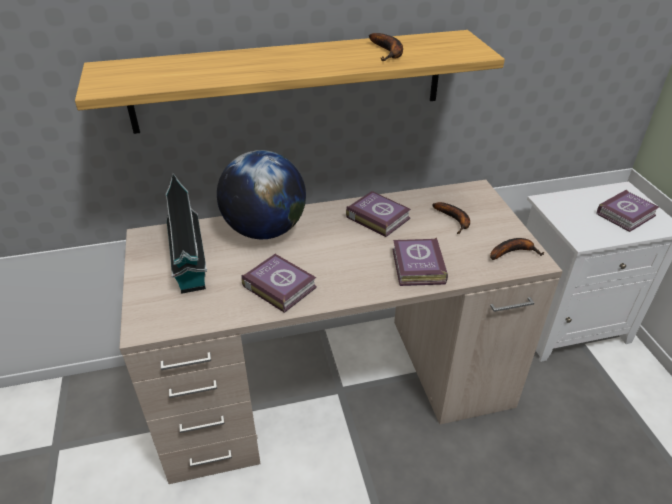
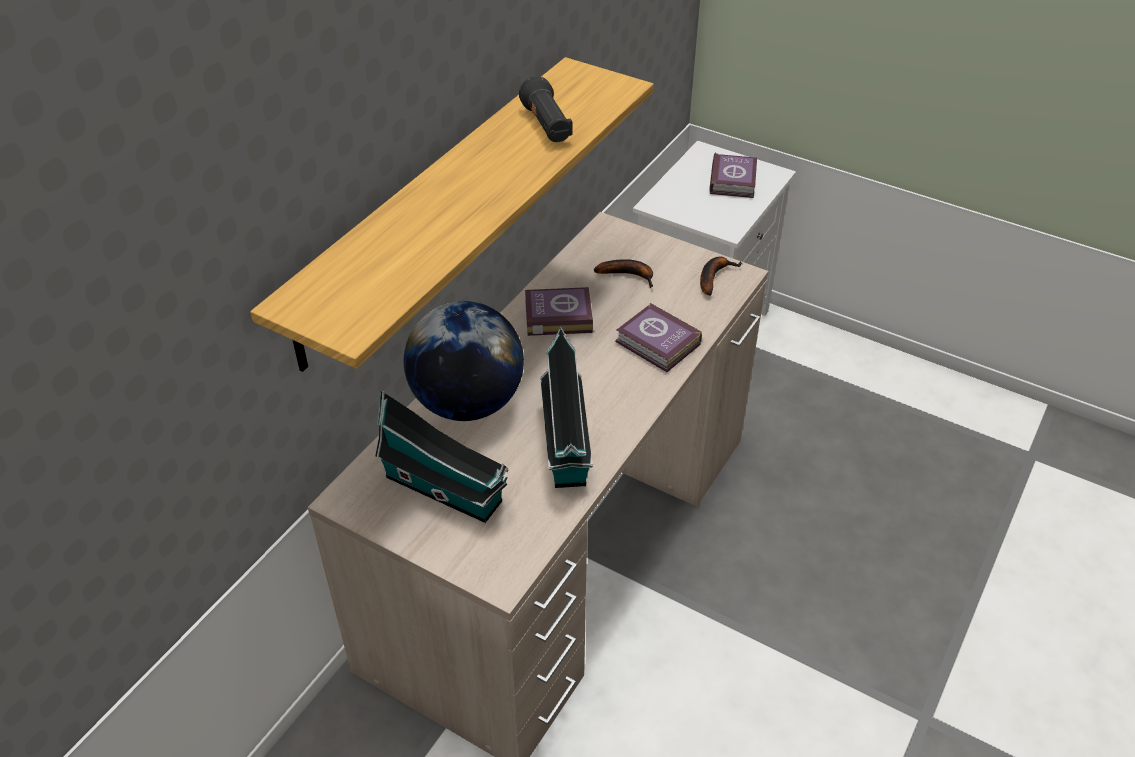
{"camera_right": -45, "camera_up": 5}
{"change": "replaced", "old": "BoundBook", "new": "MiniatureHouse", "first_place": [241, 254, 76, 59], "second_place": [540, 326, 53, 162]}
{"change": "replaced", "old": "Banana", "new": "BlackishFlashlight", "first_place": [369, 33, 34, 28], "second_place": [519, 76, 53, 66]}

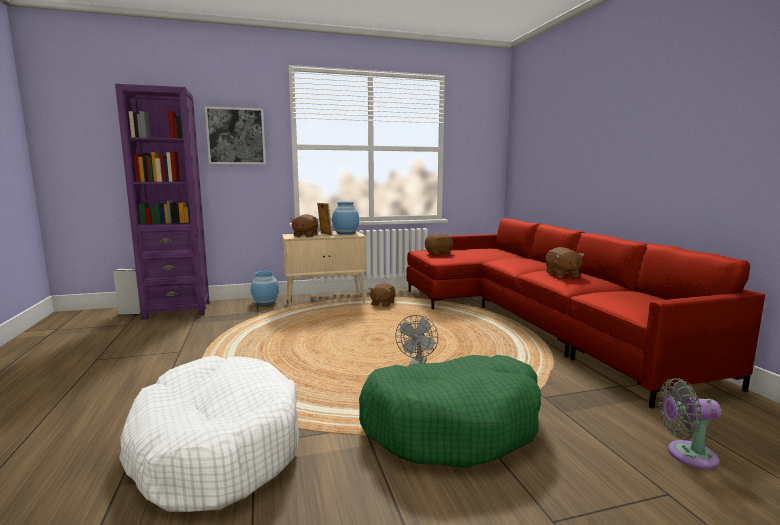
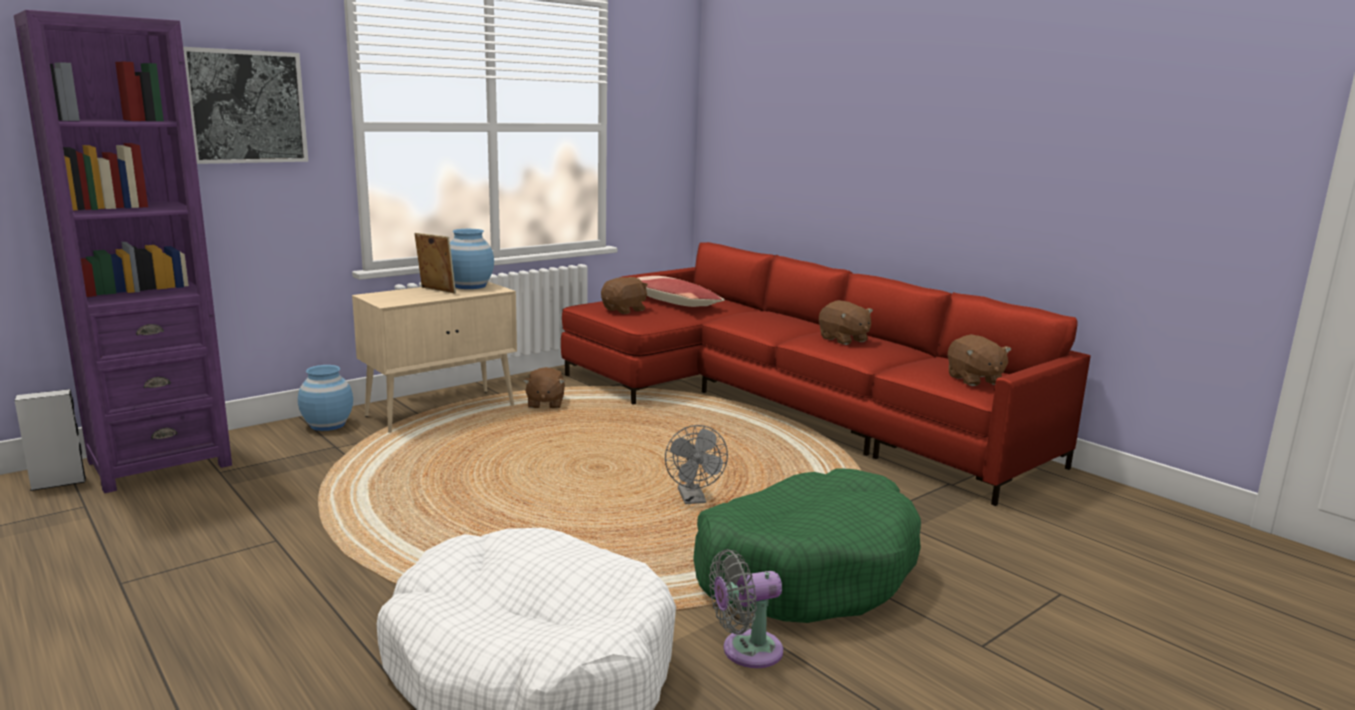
{"camera_right": -25, "camera_up": 5}
{"change": "added", "new": "Cushion", "second_place": [638, 276, 86, 31]}
{"change": "moved", "old": "BrownColouredSoftToy", "first_place": [290, 214, 28, 23], "second_place": [948, 334, 64, 52]}
{"change": "moved", "old": "GreyishFan", "first_place": [658, 378, 64, 91], "second_place": [709, 549, 74, 119]}

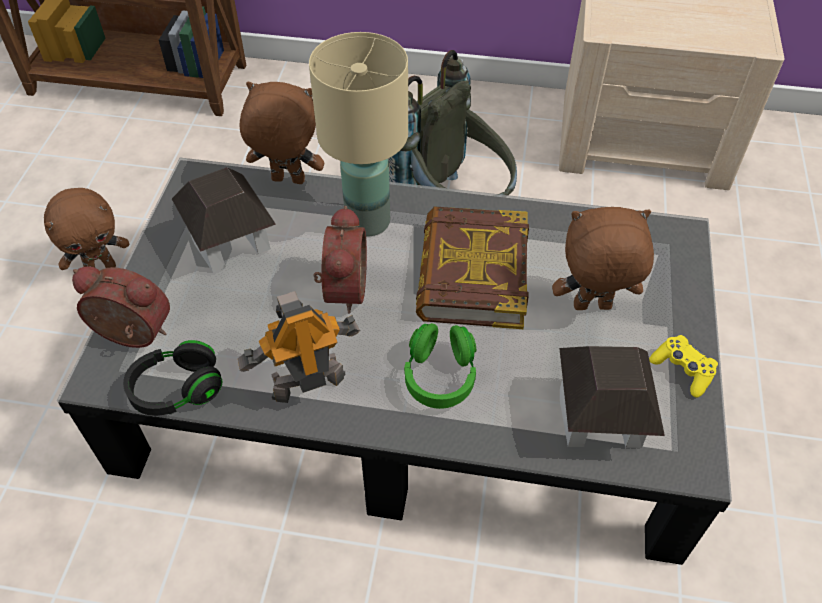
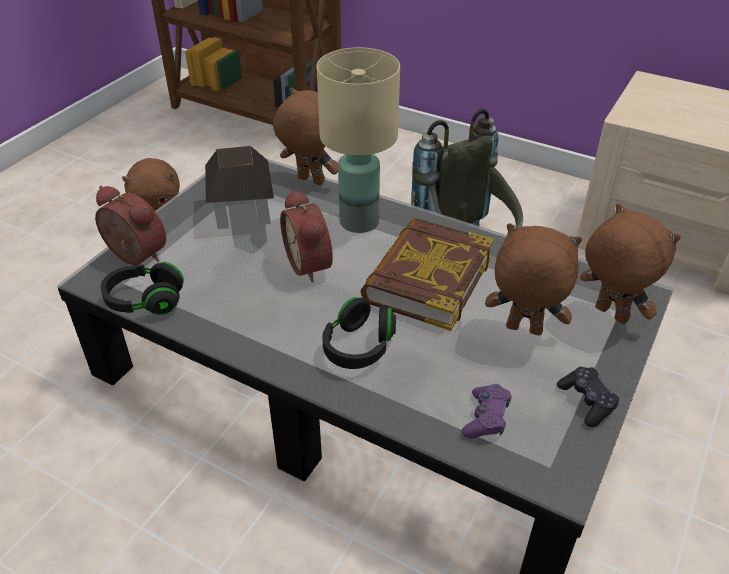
{"camera_right": 20, "camera_up": -10}
{"change": "removed", "old": "ModelRobot", "first_place": [238, 291, 122, 112]}
{"change": "added", "new": "BrownColouredSoftToy", "second_place": [580, 204, 101, 120]}
{"change": "replaced", "old": "MiniatureHouse", "new": "PurplishJoypad", "first_place": [559, 346, 106, 102], "second_place": [462, 384, 49, 55]}
{"change": "recoloured", "old": "GreenishPairOfHeadphones", "new": "BlackishPairOfHeadphones", "first_place": [404, 323, 72, 86], "second_place": [322, 297, 74, 72]}
{"change": "recoloured", "old": "YellowJoypad", "new": "BlackishJoypad", "first_place": [649, 335, 69, 63], "second_place": [557, 367, 62, 60]}
{"change": "turned", "old": "BedsideClock", "first_place": [313, 206, 54, 108], "second_place": [280, 189, 53, 94], "degrees": 135}

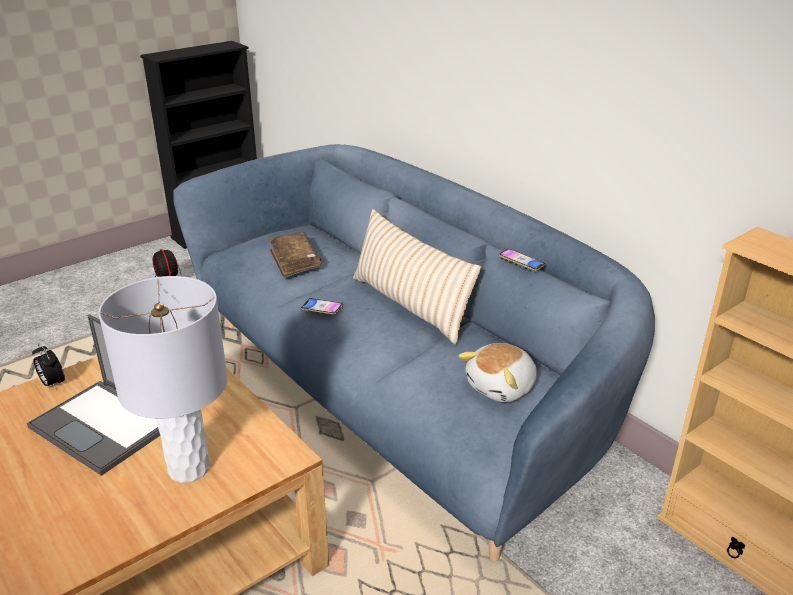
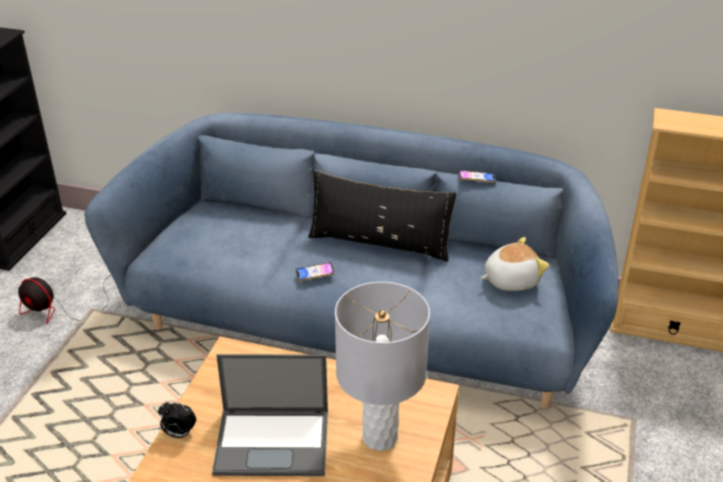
{"camera_right": -35, "camera_up": 5}
{"change": "removed", "old": "BrownColouredBoundBook", "first_place": [268, 232, 54, 46]}
{"change": "recoloured", "old": "BeigeColouredCushion", "new": "BlackishCushion", "first_place": [353, 209, 128, 136], "second_place": [308, 171, 148, 91]}
{"change": "turned", "old": "SoftToy", "first_place": [459, 343, 78, 59], "second_place": [481, 237, 69, 54], "degrees": -120}

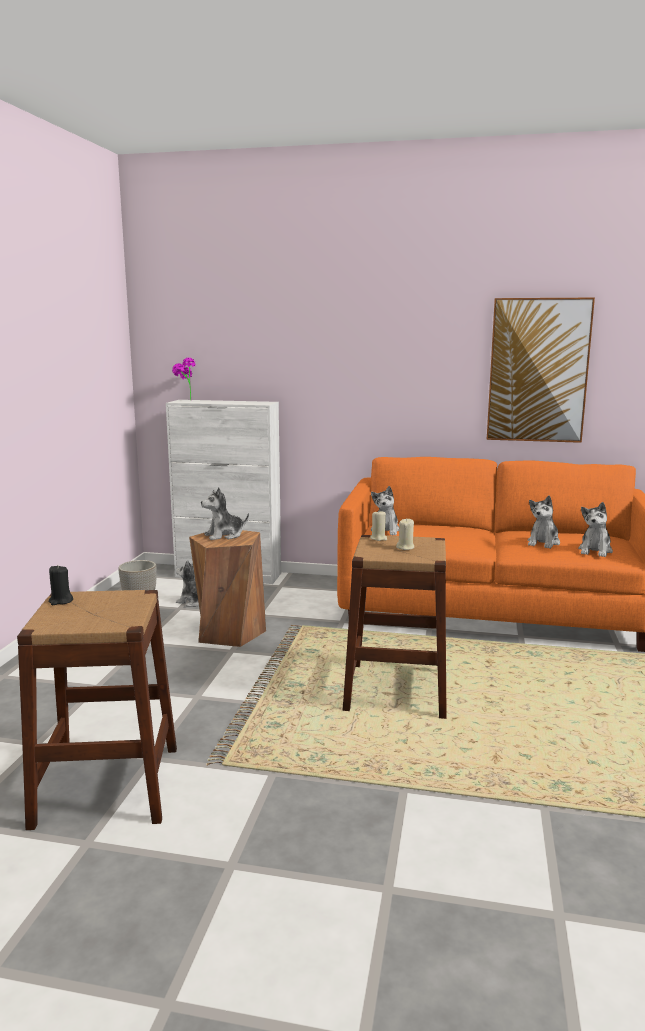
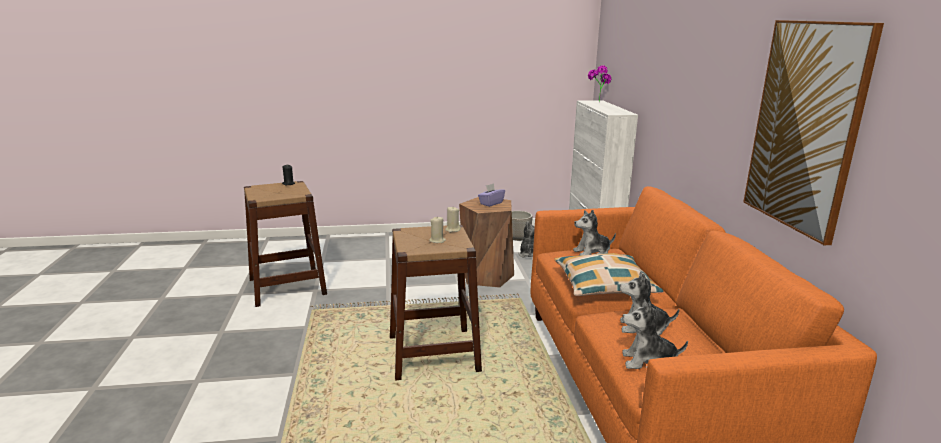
{"camera_right": 70, "camera_up": 5}
{"change": "added", "new": "Cushion", "second_place": [555, 253, 109, 43]}
{"change": "replaced", "old": "SoftToy", "new": "PurplishTissueHolder", "first_place": [201, 487, 48, 53], "second_place": [478, 183, 27, 24]}

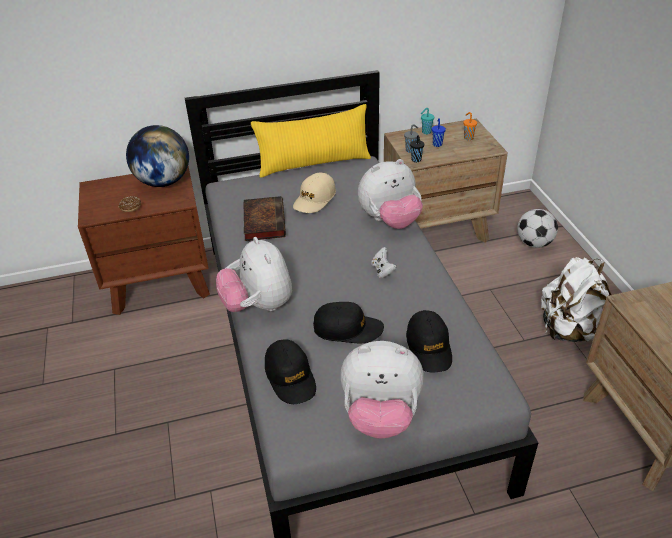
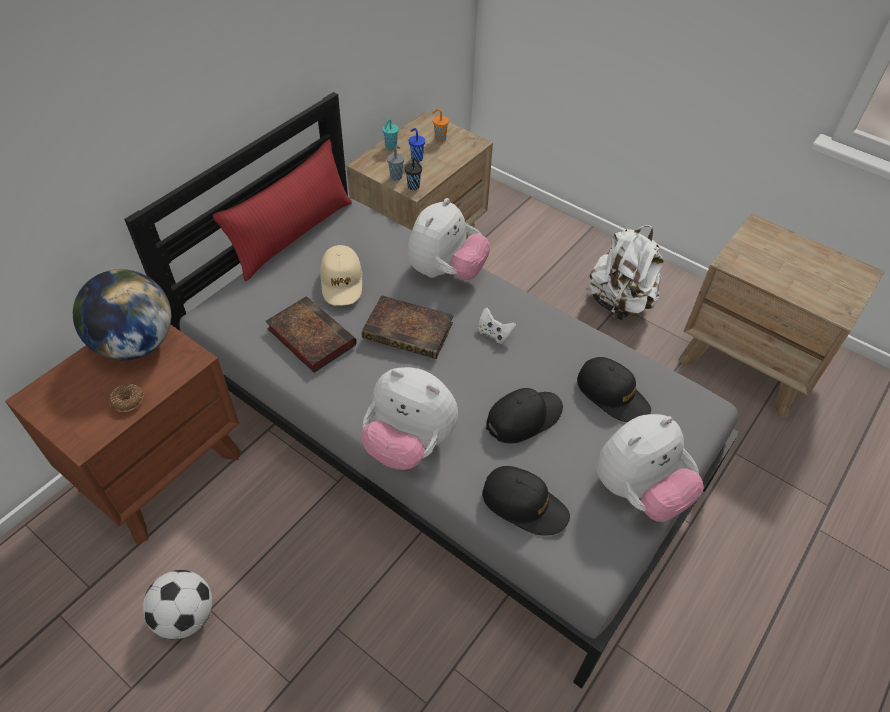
{"camera_right": -40, "camera_up": 10}
{"change": "added", "new": "BoundBook", "second_place": [362, 295, 92, 64]}
{"change": "moved", "old": "Football", "first_place": [517, 209, 41, 39], "second_place": [142, 570, 70, 69]}
{"change": "recoloured", "old": "YellowCushion", "new": "RedColouredCushion", "first_place": [251, 104, 120, 74], "second_place": [213, 139, 139, 142]}

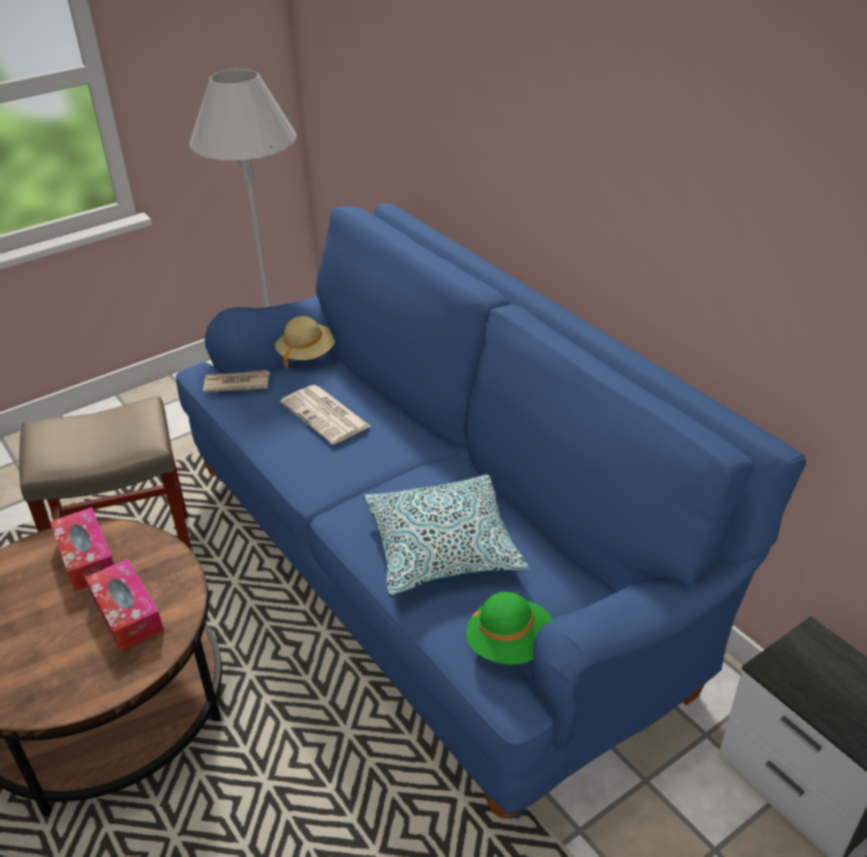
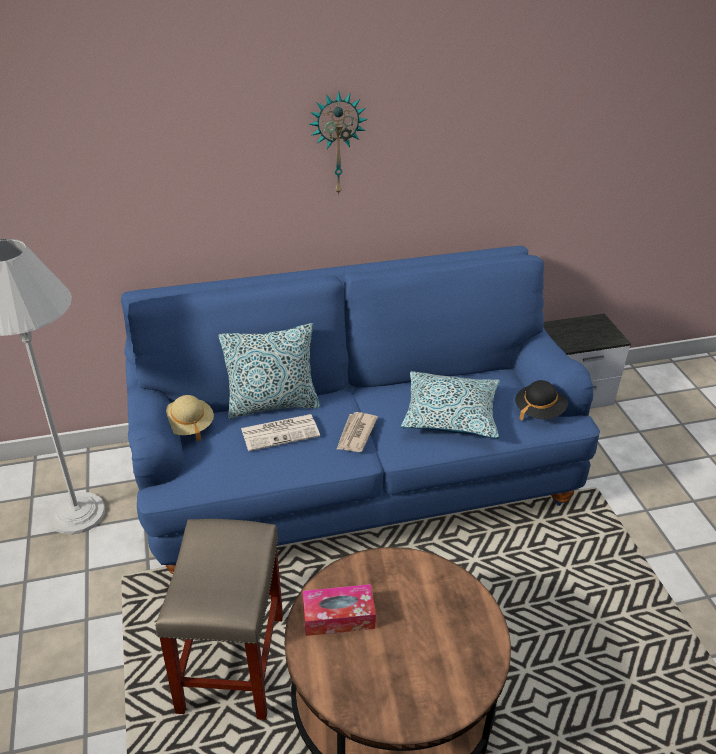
{"camera_right": -70, "camera_up": 0}
{"change": "removed", "old": "TissueHolder", "first_place": [85, 559, 79, 93]}
{"change": "added", "new": "Cushion", "second_place": [219, 323, 101, 96]}
{"change": "added", "new": "WallClock", "second_place": [309, 91, 59, 105]}
{"change": "moved", "old": "Newspaper", "first_place": [203, 370, 67, 22], "second_place": [336, 412, 42, 40]}
{"change": "recoloured", "old": "GreenishClothingHat", "new": "BlackishClothingHat", "first_place": [466, 592, 87, 73], "second_place": [515, 380, 53, 41]}

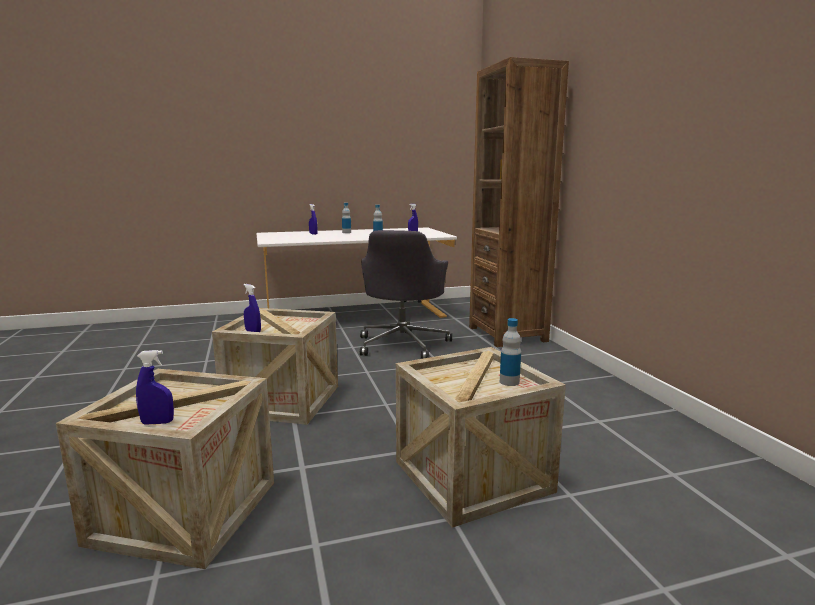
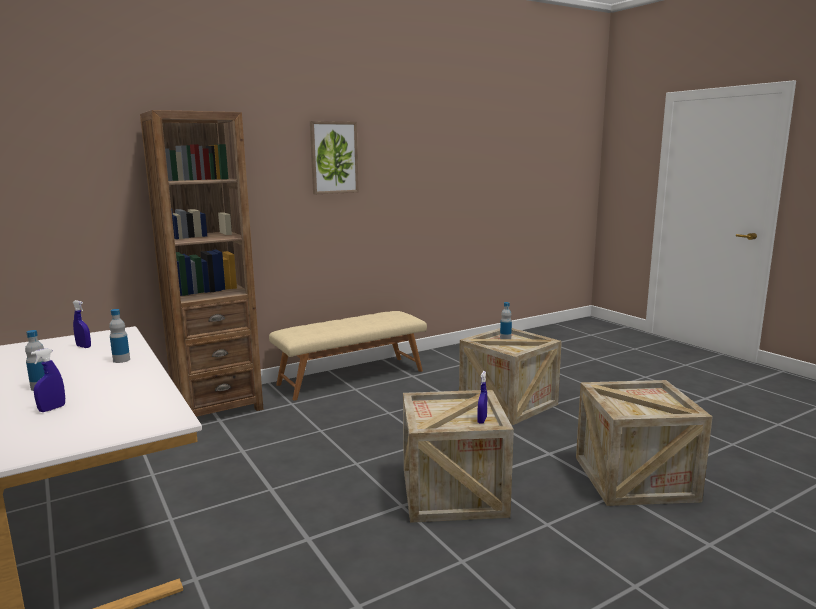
{"camera_right": -105, "camera_up": 0}
{"change": "removed", "old": "BlueColouredSprayer", "first_place": [136, 350, 38, 75]}
{"change": "removed", "old": "GreyishDeskChair", "first_place": [360, 230, 92, 129]}
{"change": "added", "new": "BeigeColouredBench", "second_place": [269, 311, 158, 90]}
{"change": "added", "new": "Picture", "second_place": [310, 121, 49, 73]}

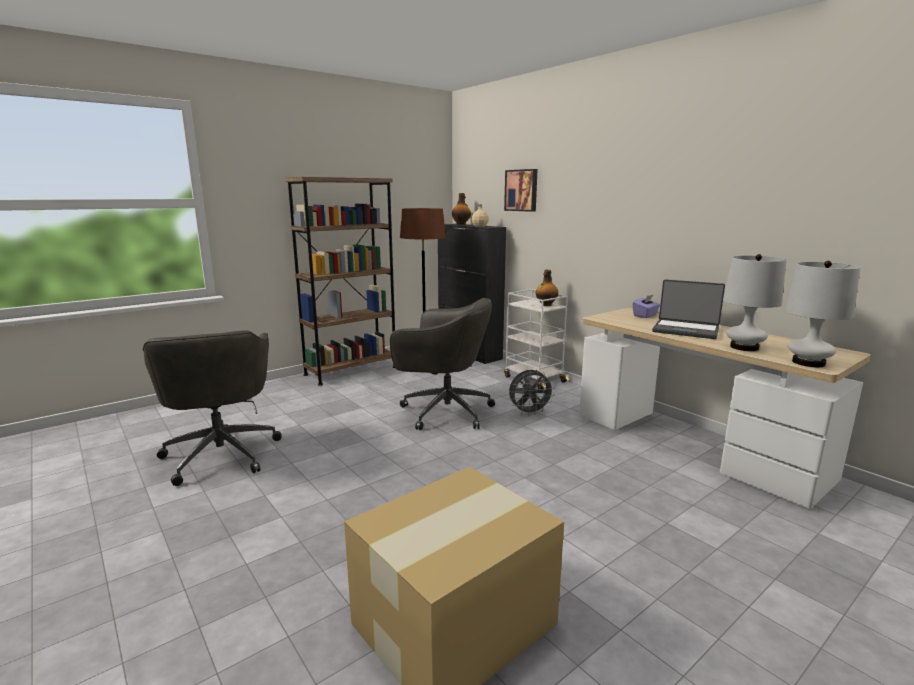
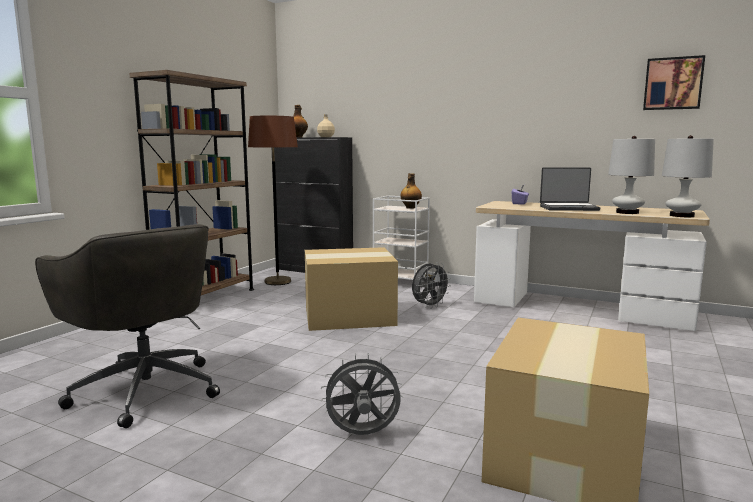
{"camera_right": -25, "camera_up": -5}
{"change": "added", "new": "GreyishFan", "second_place": [321, 353, 82, 82]}
{"change": "moved", "old": "Picture", "first_place": [504, 169, 33, 43], "second_place": [643, 55, 62, 55]}
{"change": "replaced", "old": "GreyishDeskChair", "new": "CardboardBox", "first_place": [390, 298, 105, 132], "second_place": [305, 247, 93, 84]}

